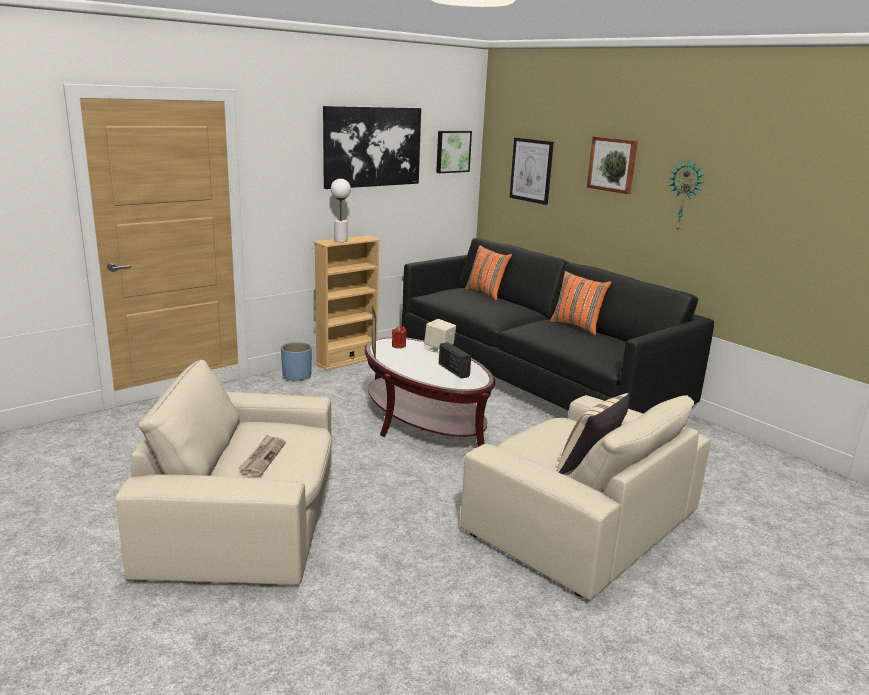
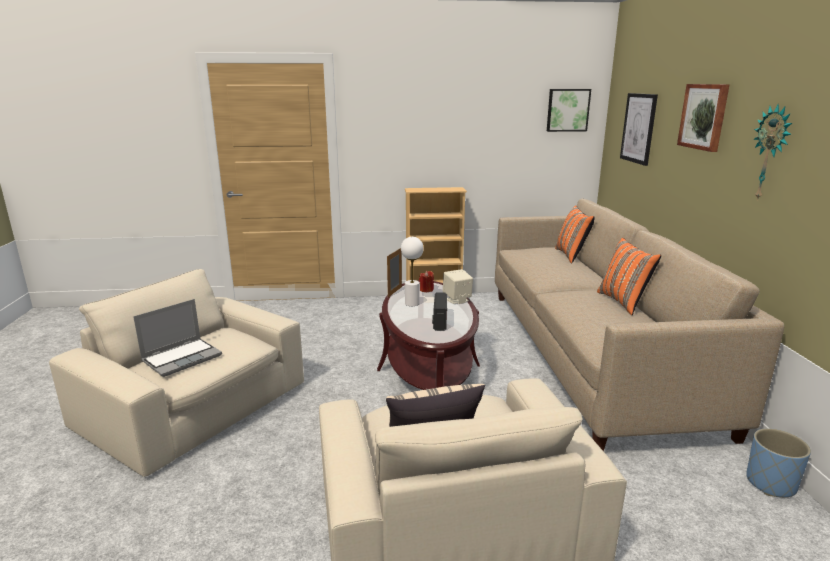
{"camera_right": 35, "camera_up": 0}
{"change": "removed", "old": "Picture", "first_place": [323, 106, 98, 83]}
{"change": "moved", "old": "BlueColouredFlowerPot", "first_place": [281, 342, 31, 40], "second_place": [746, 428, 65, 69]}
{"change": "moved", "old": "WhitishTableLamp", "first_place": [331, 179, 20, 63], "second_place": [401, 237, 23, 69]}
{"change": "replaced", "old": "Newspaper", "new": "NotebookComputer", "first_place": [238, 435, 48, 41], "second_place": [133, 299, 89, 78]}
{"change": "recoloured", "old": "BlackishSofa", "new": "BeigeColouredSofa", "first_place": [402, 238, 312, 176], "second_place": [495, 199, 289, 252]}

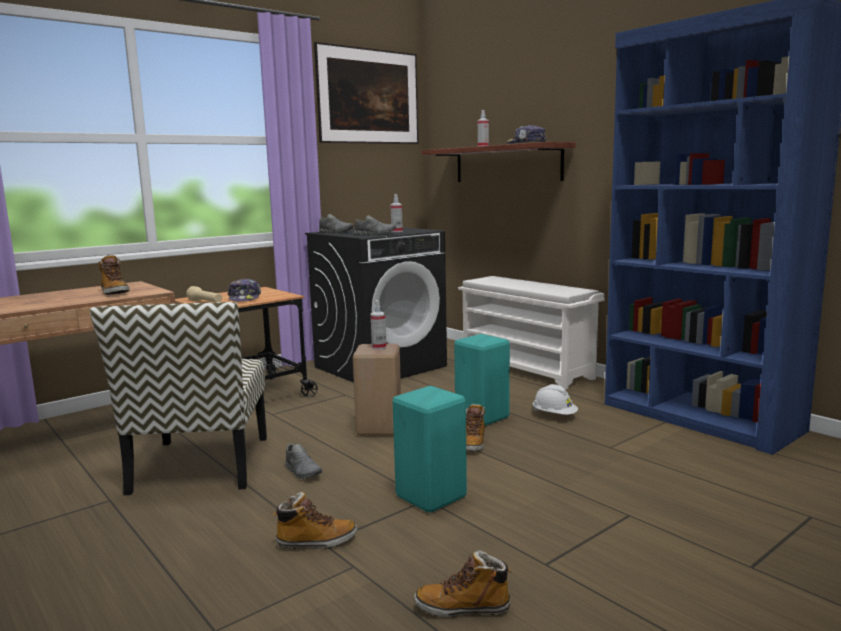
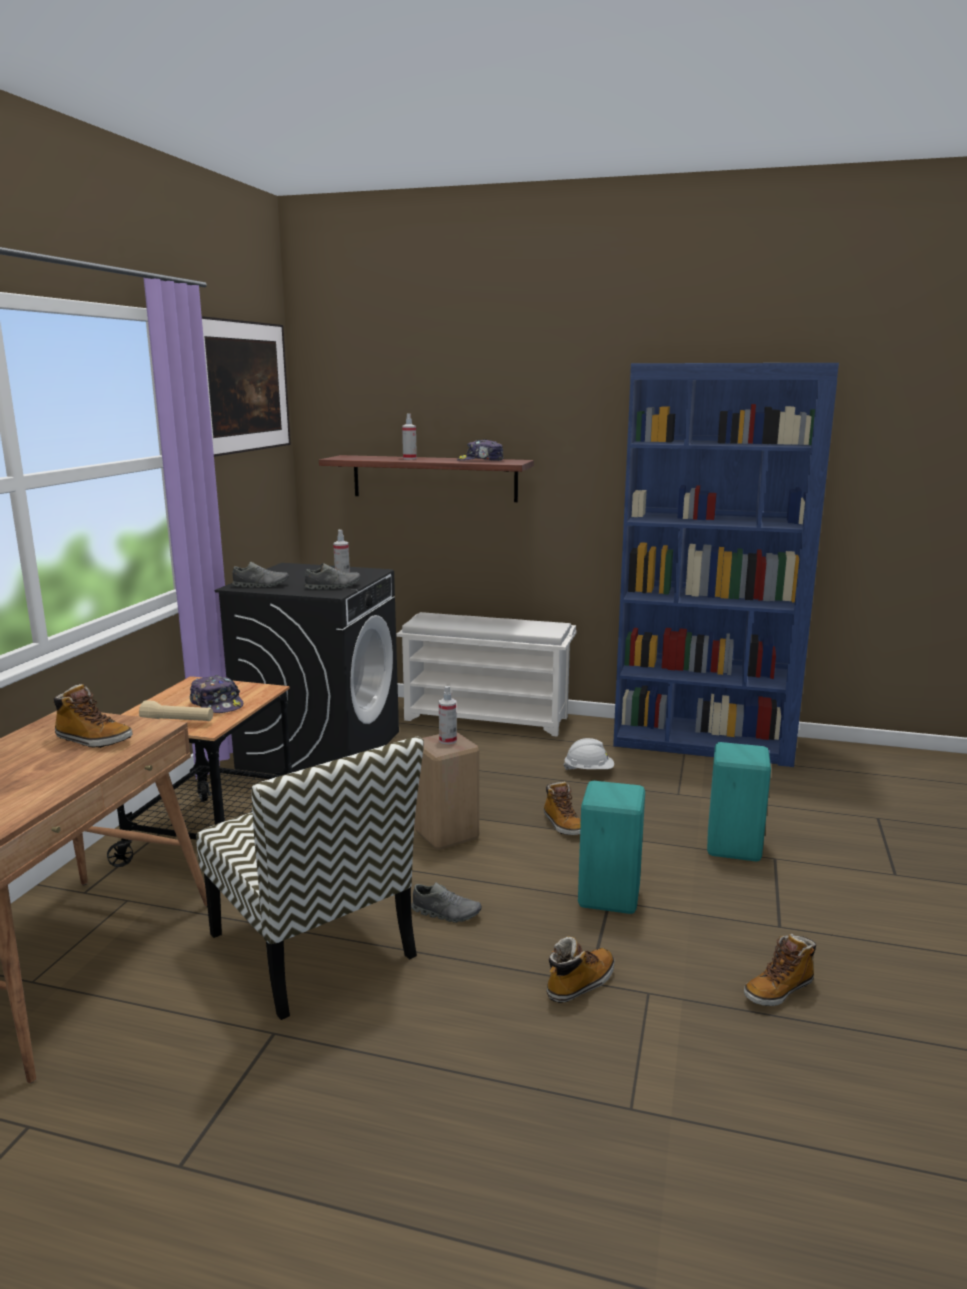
{"camera_right": -35, "camera_up": 5}
{"change": "moved", "old": "TurquoiseColouredSittingStool", "first_place": [454, 334, 56, 92], "second_place": [707, 742, 64, 119]}

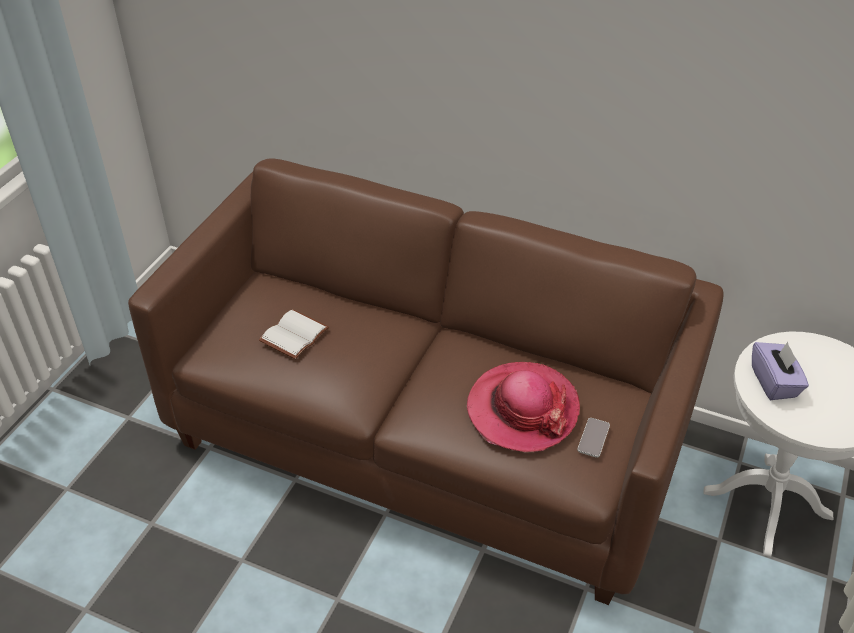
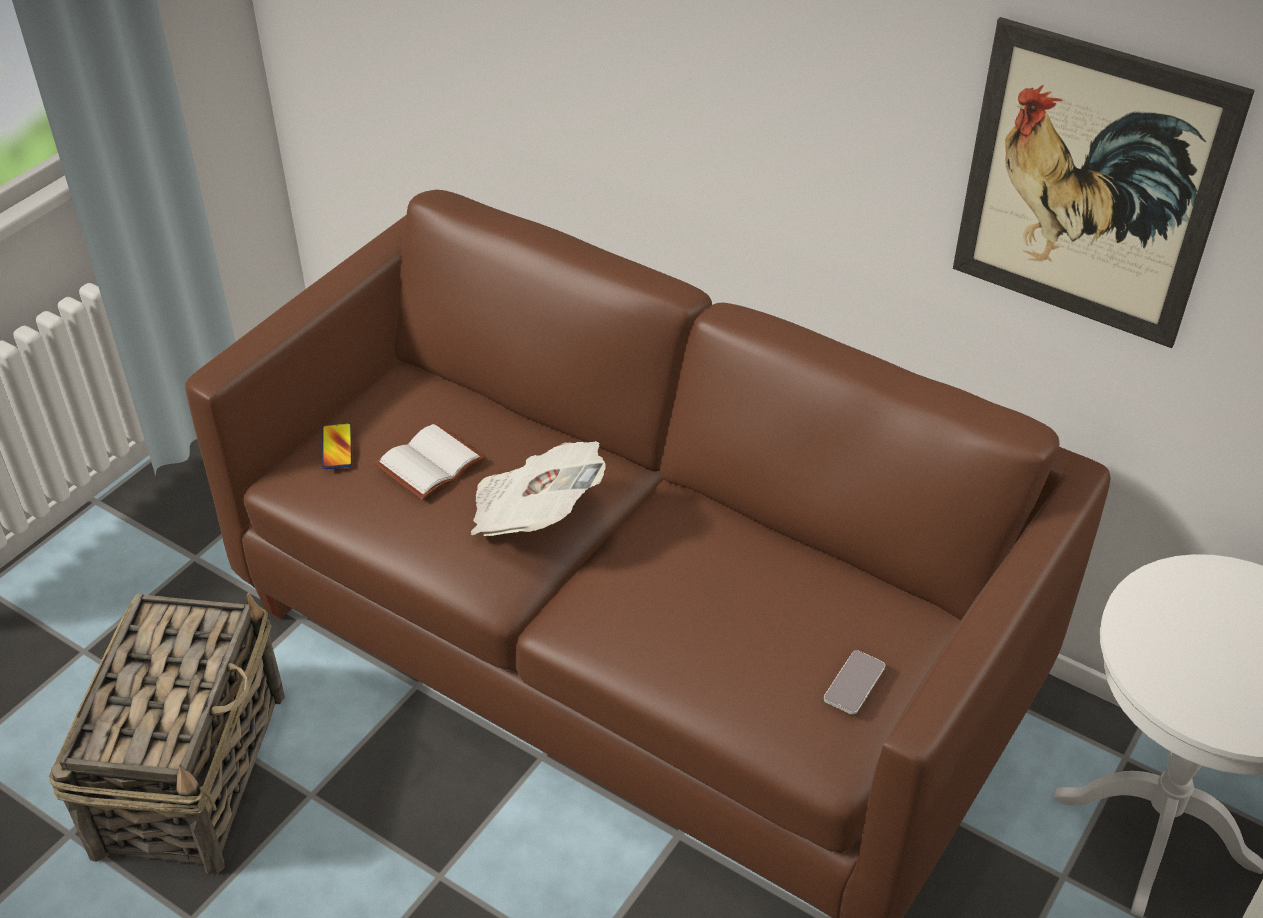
{"camera_right": 10, "camera_up": 0}
{"change": "removed", "old": "ClothingHat", "first_place": [467, 362, 113, 90]}
{"change": "removed", "old": "PurplishTissueHolder", "first_place": [752, 342, 57, 58]}
{"change": "added", "new": "StorageBasket", "second_place": [49, 593, 236, 281]}
{"change": "added", "new": "Phone", "second_place": [322, 423, 30, 46]}
{"change": "added", "new": "Newspaper", "second_place": [471, 441, 135, 95]}
{"change": "added", "new": "Picture", "second_place": [953, 17, 302, 331]}

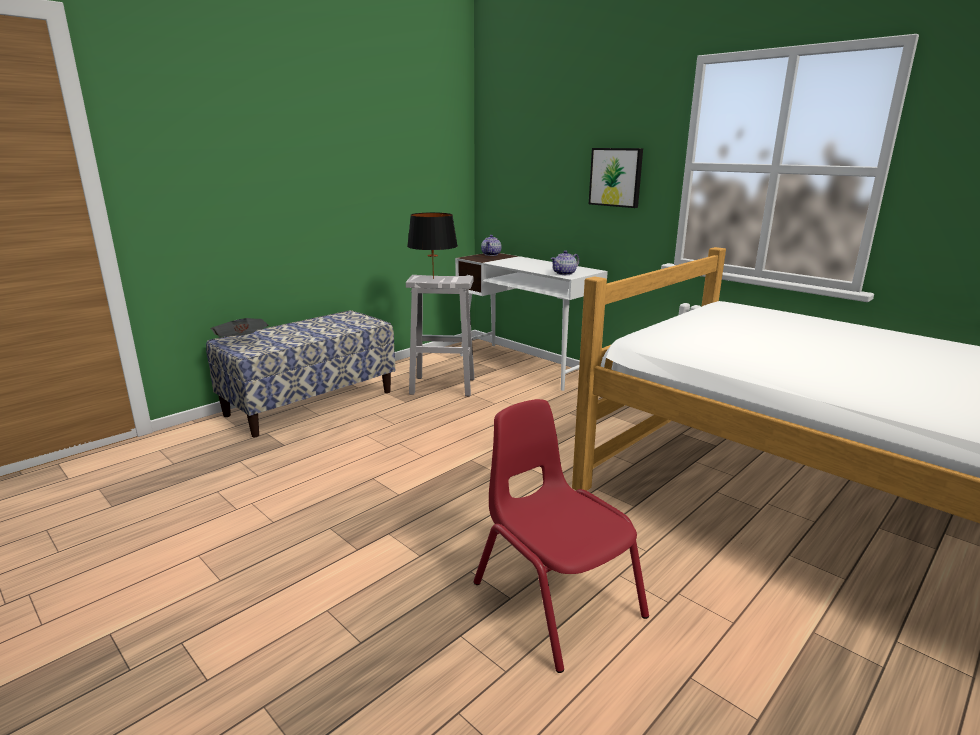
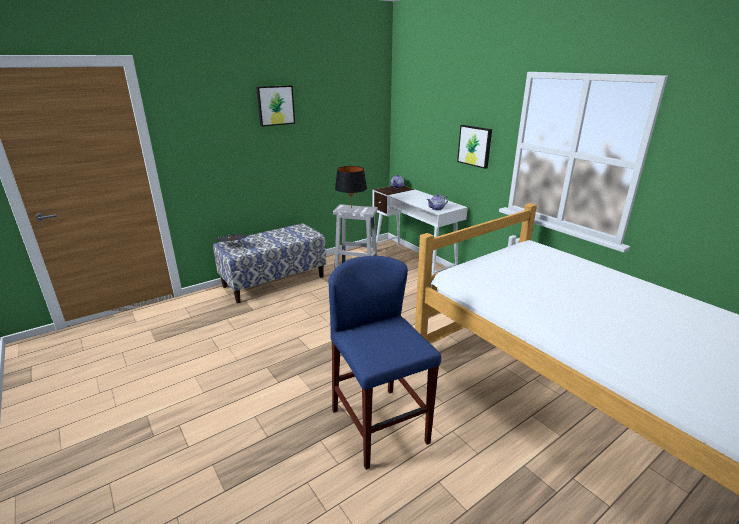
{"camera_right": 10, "camera_up": 5}
{"change": "added", "new": "Picture", "second_place": [256, 85, 39, 42]}
{"change": "replaced", "old": "RedColouredPlainChair", "new": "BlueColouredSittingStool", "first_place": [474, 399, 175, 274], "second_place": [329, 256, 112, 214]}

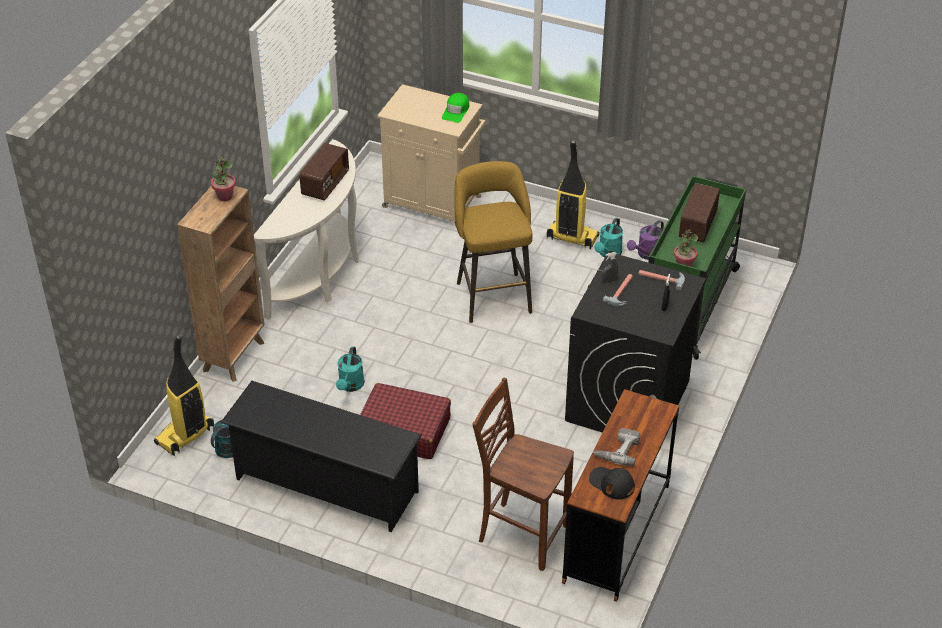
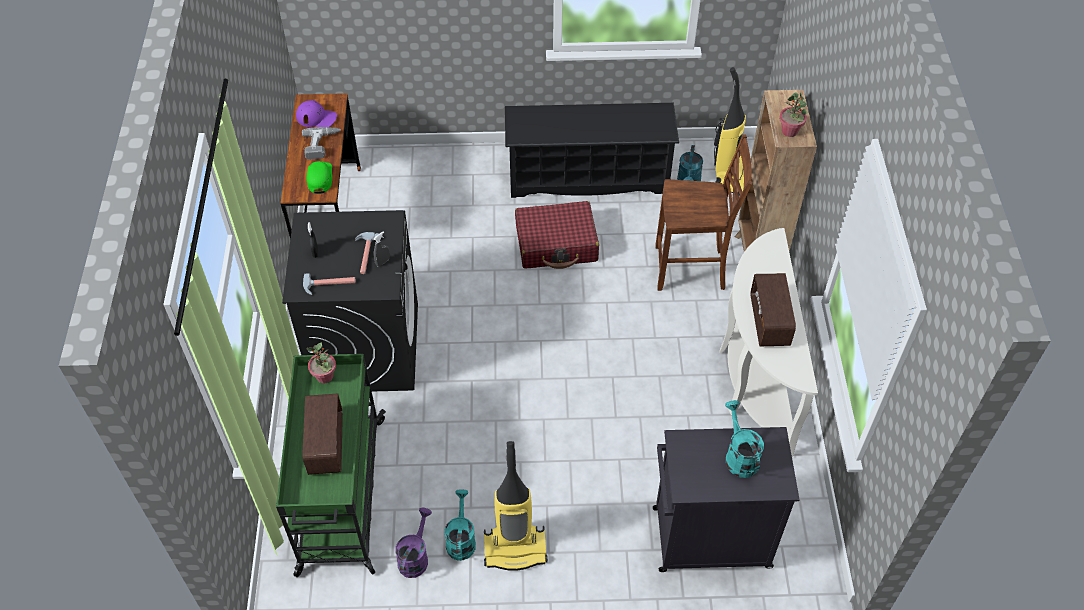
{"camera_right": 155, "camera_up": 10}
{"change": "removed", "old": "YellowSittingStool", "first_place": [454, 161, 78, 162]}
{"change": "moved", "old": "TurquoiseColouredWateringPot", "first_place": [336, 346, 29, 46], "second_place": [725, 400, 39, 78]}
{"change": "moved", "old": "GreenishBaseballCap", "first_place": [442, 93, 27, 30], "second_place": [307, 161, 25, 33]}
{"change": "moved", "old": "BrownColouredPlainChair", "first_place": [472, 378, 102, 193], "second_place": [655, 134, 97, 157]}
{"change": "recoloured", "old": "BeigeColouredCabinet", "new": "BlackishCabinet", "first_place": [377, 84, 108, 142], "second_place": [653, 427, 147, 145]}
{"change": "recoloured", "old": "BlackishBaseballCap", "new": "PurplishBaseballCap", "first_place": [589, 467, 46, 32], "second_place": [296, 100, 41, 27]}

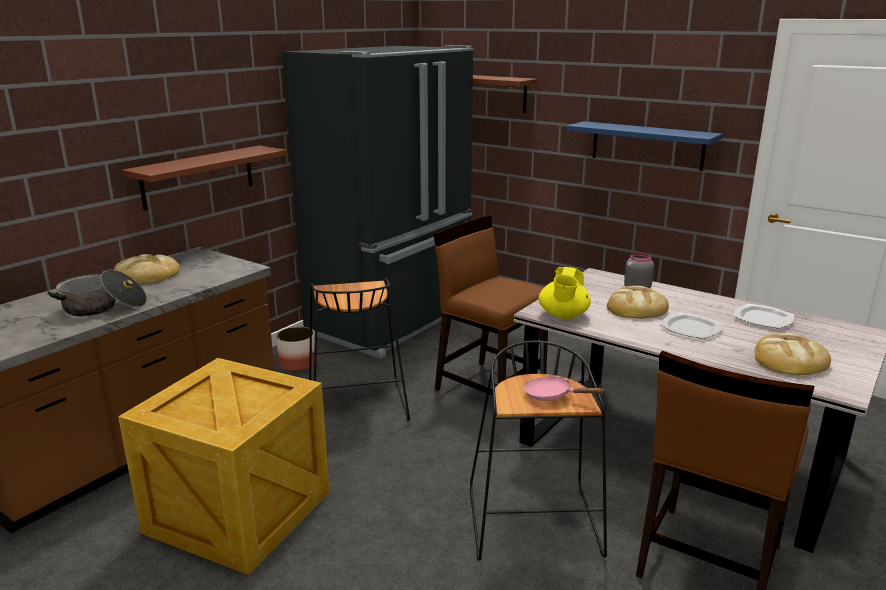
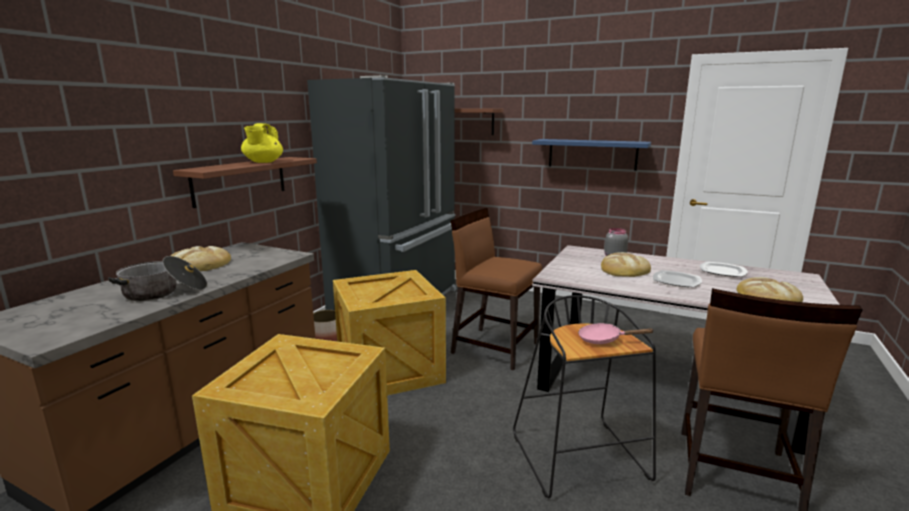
{"camera_right": -10, "camera_up": -5}
{"change": "moved", "old": "YellowTeapot", "first_place": [539, 267, 52, 52], "second_place": [241, 123, 42, 40]}
{"change": "replaced", "old": "BlackishSittingStool", "new": "Crate", "first_place": [309, 278, 101, 143], "second_place": [333, 270, 113, 126]}

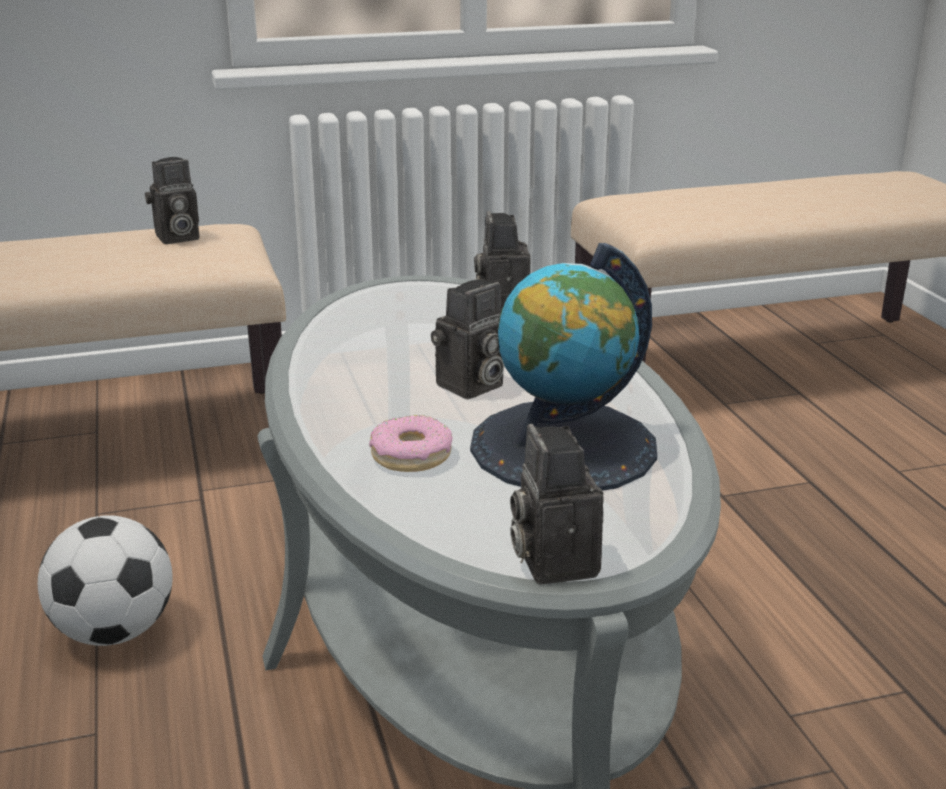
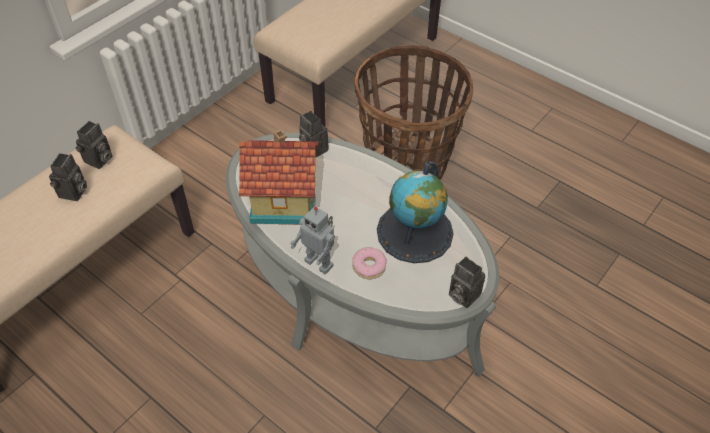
{"camera_right": -35, "camera_up": 25}
{"change": "removed", "old": "Football", "first_place": [38, 515, 135, 131]}
{"change": "added", "new": "MiniatureHouse", "second_place": [239, 129, 80, 95]}
{"change": "added", "new": "ModelRobot", "second_place": [290, 206, 45, 68]}
{"change": "added", "new": "StorageBasket", "second_place": [355, 45, 119, 135]}
{"change": "moved", "old": "StillCamera", "first_place": [431, 279, 73, 120], "second_place": [49, 153, 38, 48]}

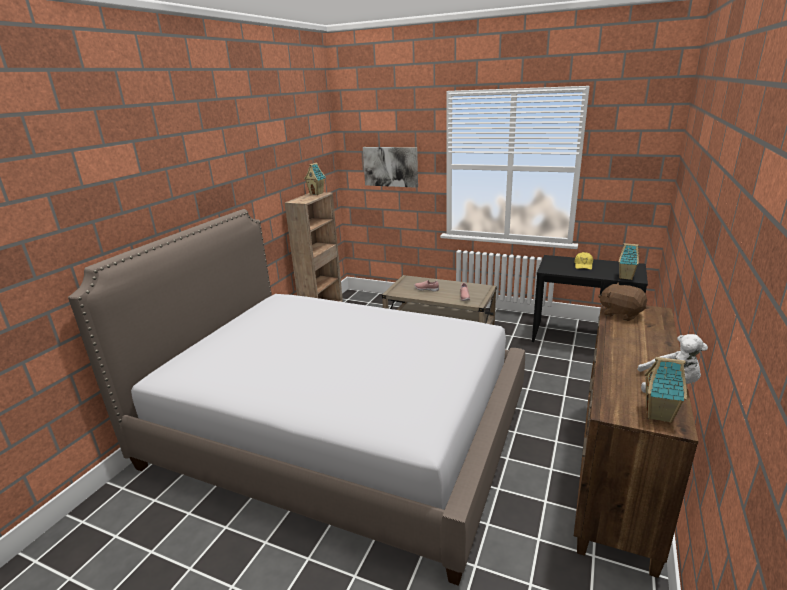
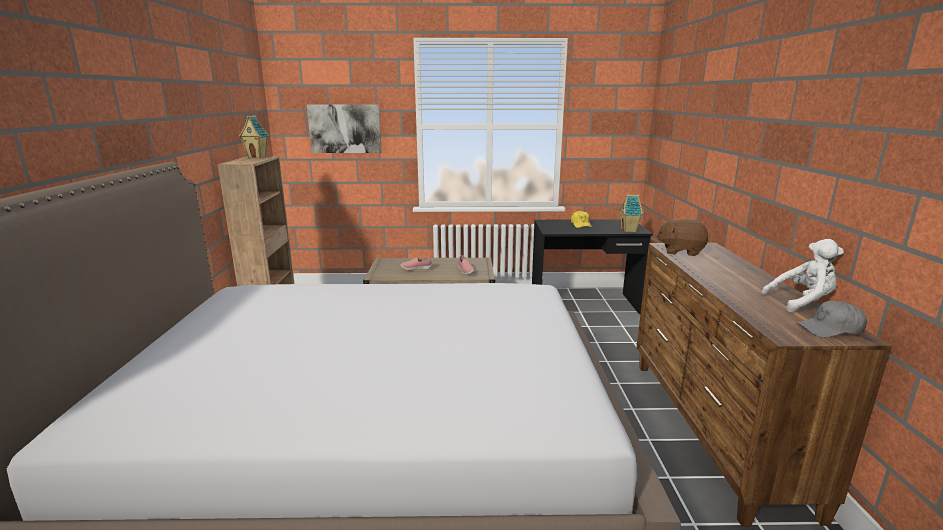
{"camera_right": -25, "camera_up": -5}
{"change": "replaced", "old": "MiniatureHouse", "new": "GreyishBaseballCap", "first_place": [645, 357, 42, 66], "second_place": [796, 301, 71, 37]}

